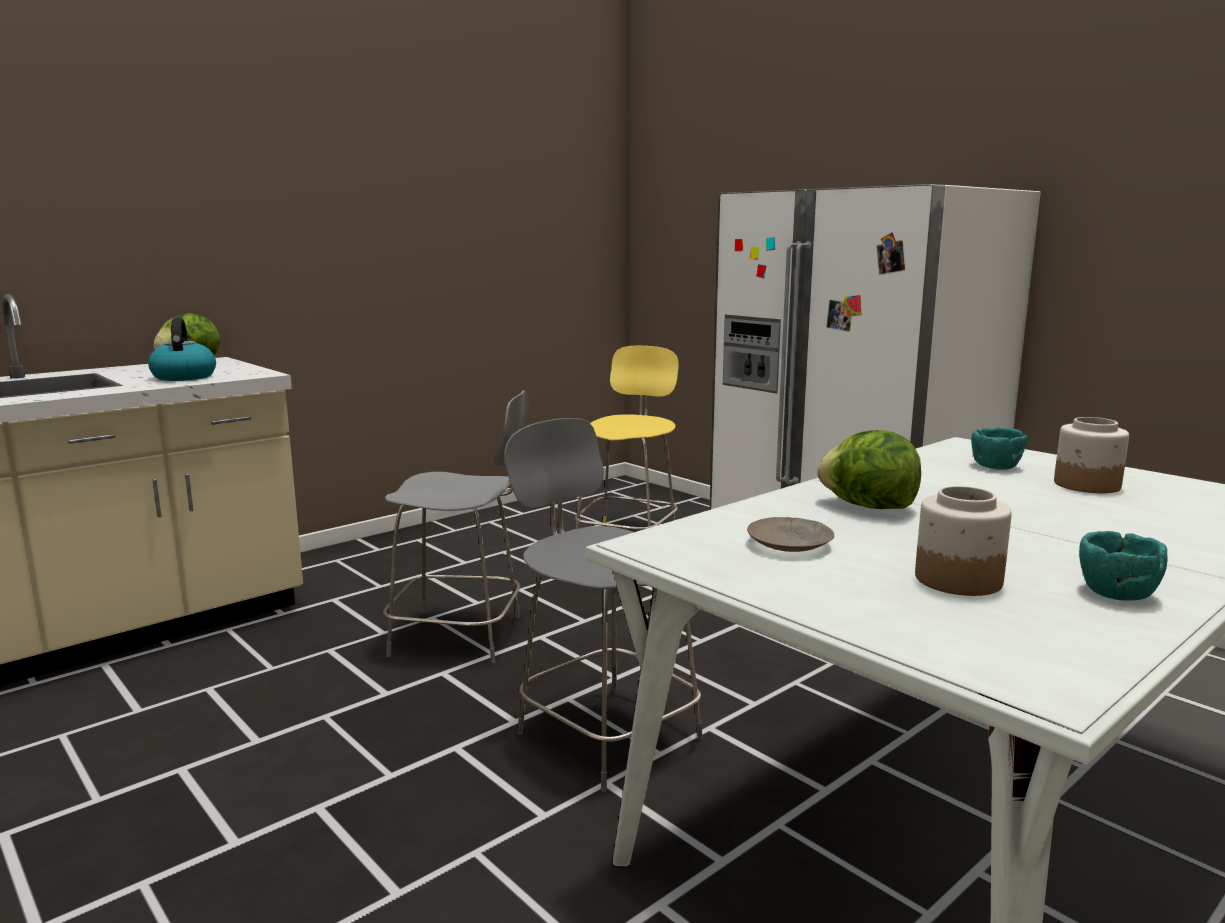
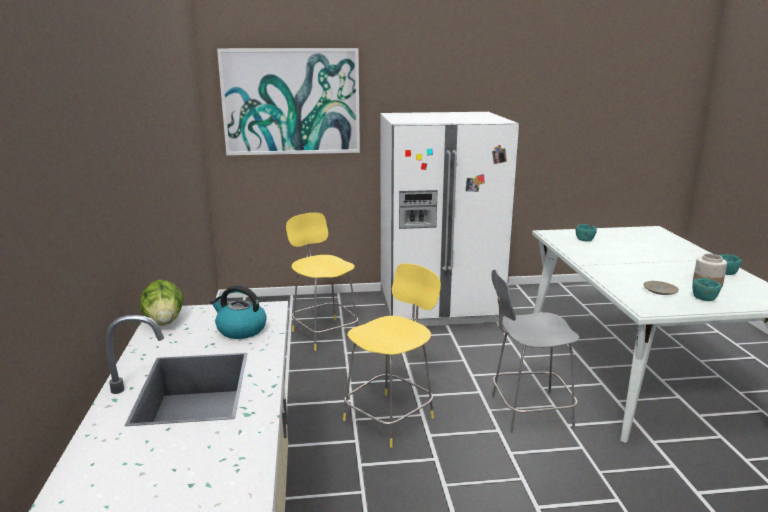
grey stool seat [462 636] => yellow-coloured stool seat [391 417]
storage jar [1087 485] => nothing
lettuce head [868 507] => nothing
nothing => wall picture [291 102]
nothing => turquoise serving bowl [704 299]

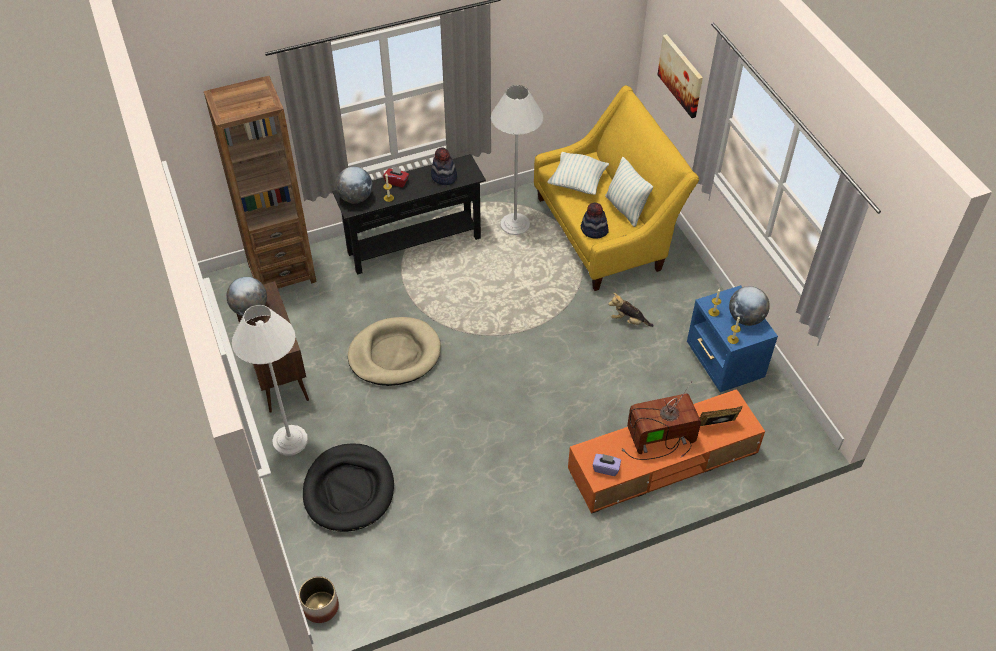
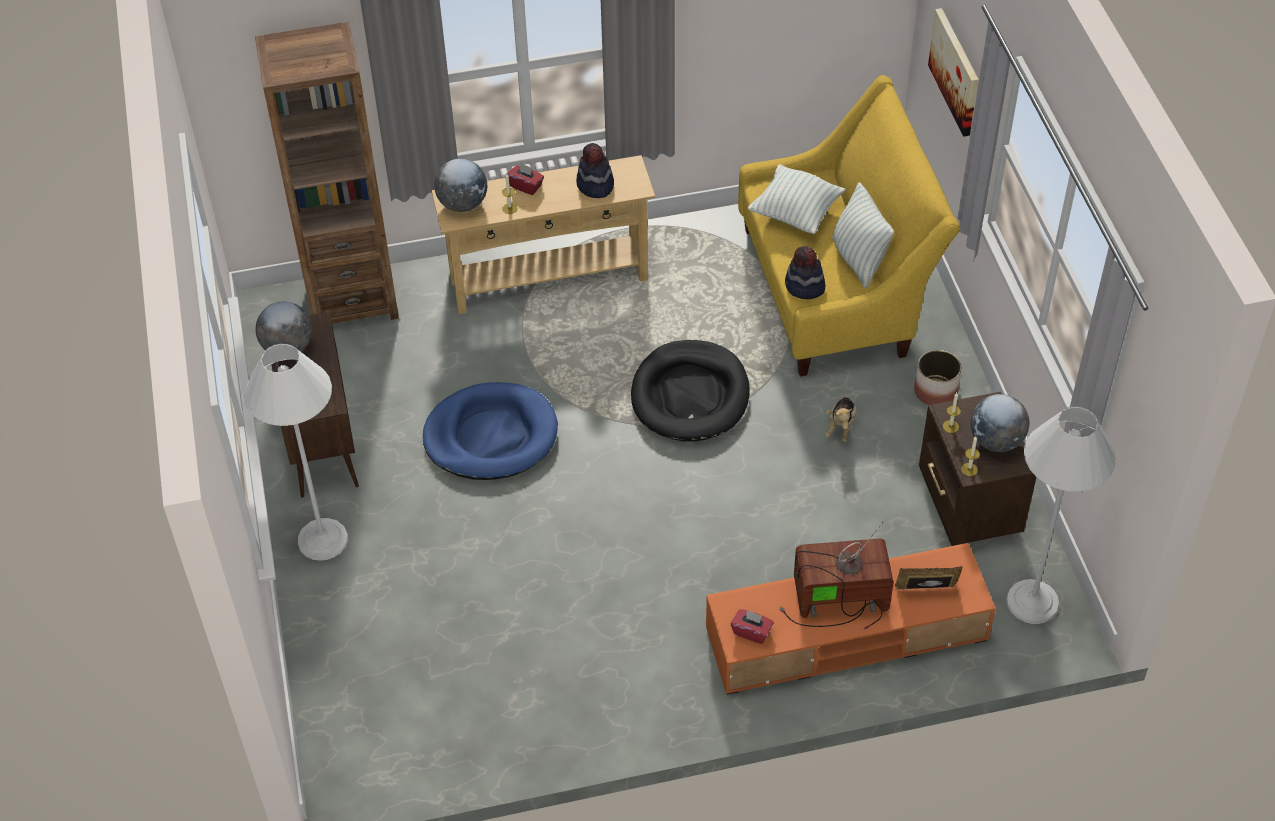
white floor lamp [515 225] => white floor lamp [1032 602], moved
black narrow table [414 245] => sand-coloured narrow table [549 279]
bluish night table [723 365] => brownish night table [968 506]
soft toy [628 321] => soft toy [841 426], 105 degrees counterclockwise
sand-coloured pet bed [394 354] => bluish pet bed [491 436]
black pet bed [349 490] => black pet bed [690 395], moved
purple box of tissues [606 468] => red-coloured box of tissues [751 632]
plant pot [321 607] => plant pot [936 391], moved

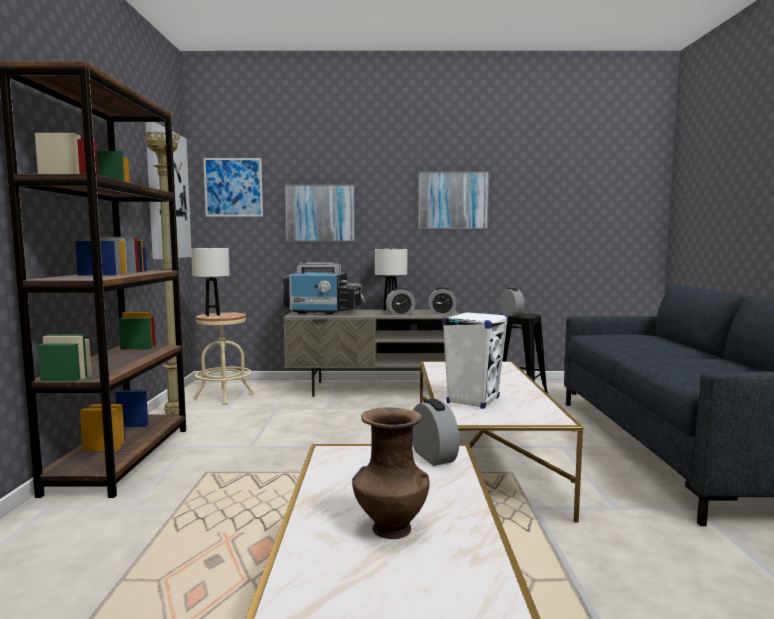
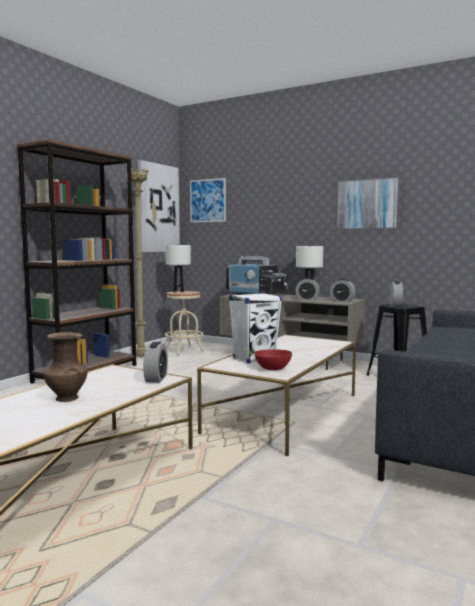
wall picture [320 213] => nothing
nothing => red-coloured serving bowl [273 369]

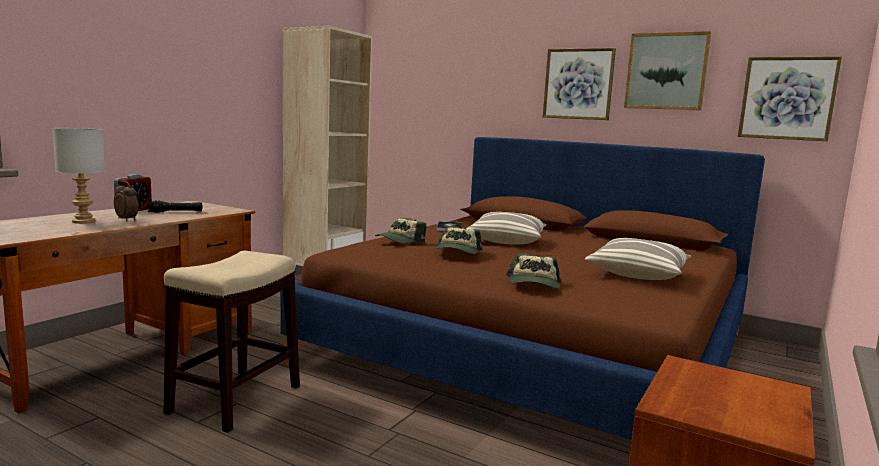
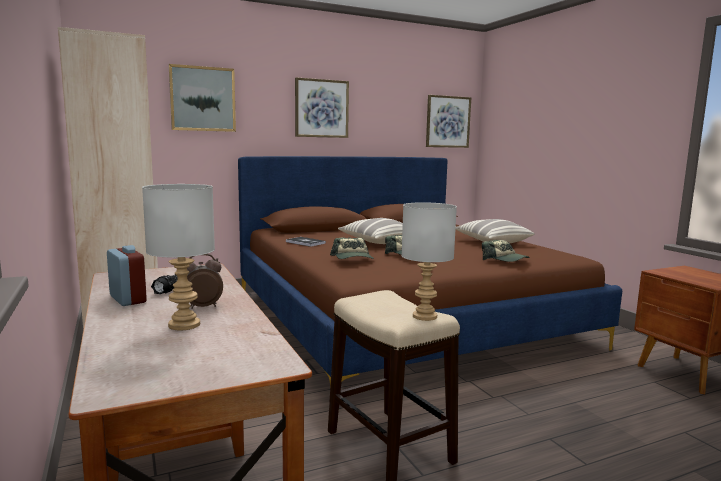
wall picture [666 71] => wall picture [202 99], moved
nothing => grey table lamp [425 317]

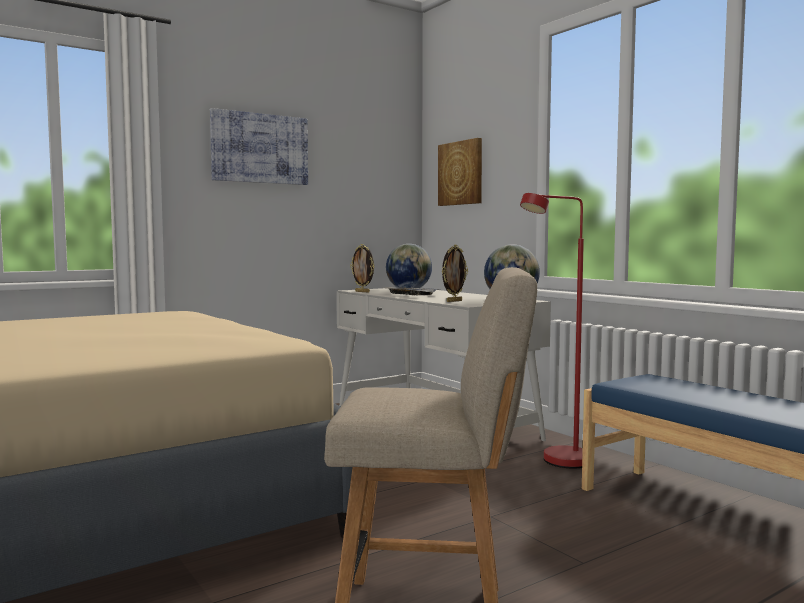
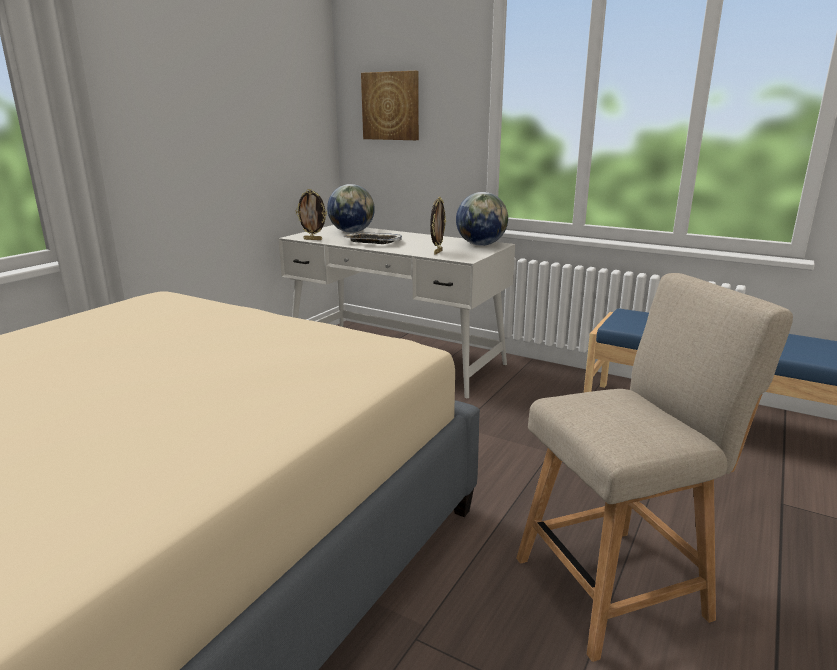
wall picture [260 148] => nothing
red-coloured floor lamp [557 463] => nothing

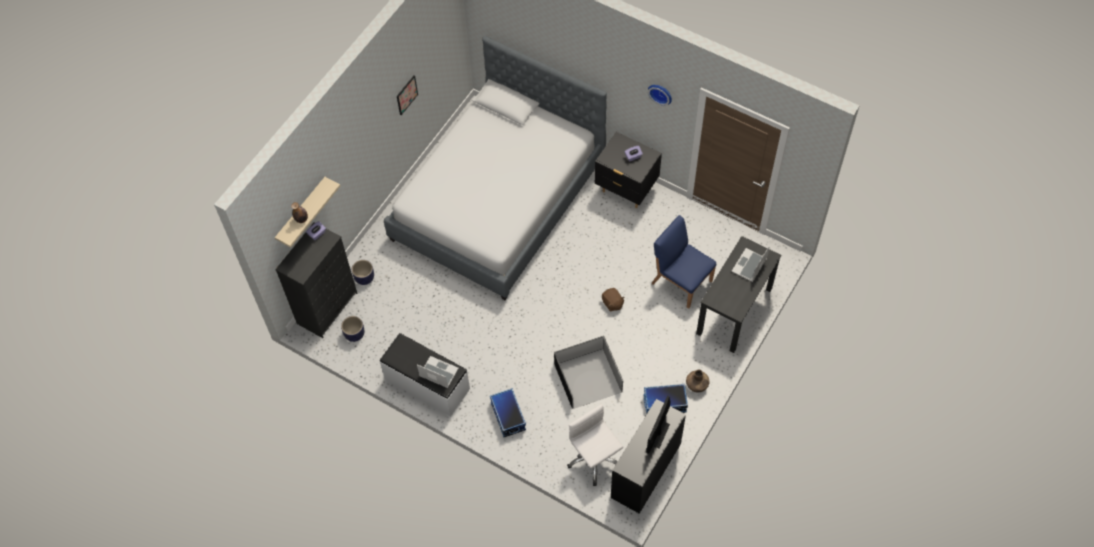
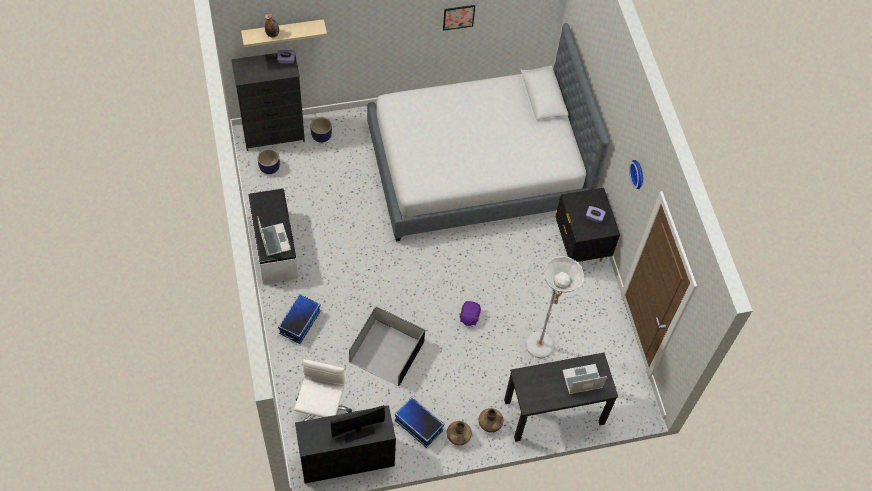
bluish chair [681 281] => white floor lamp [540 351]
brownish soft toy [612 303] => purple soft toy [469 317]
nothing => brownish decorative vase [490 424]

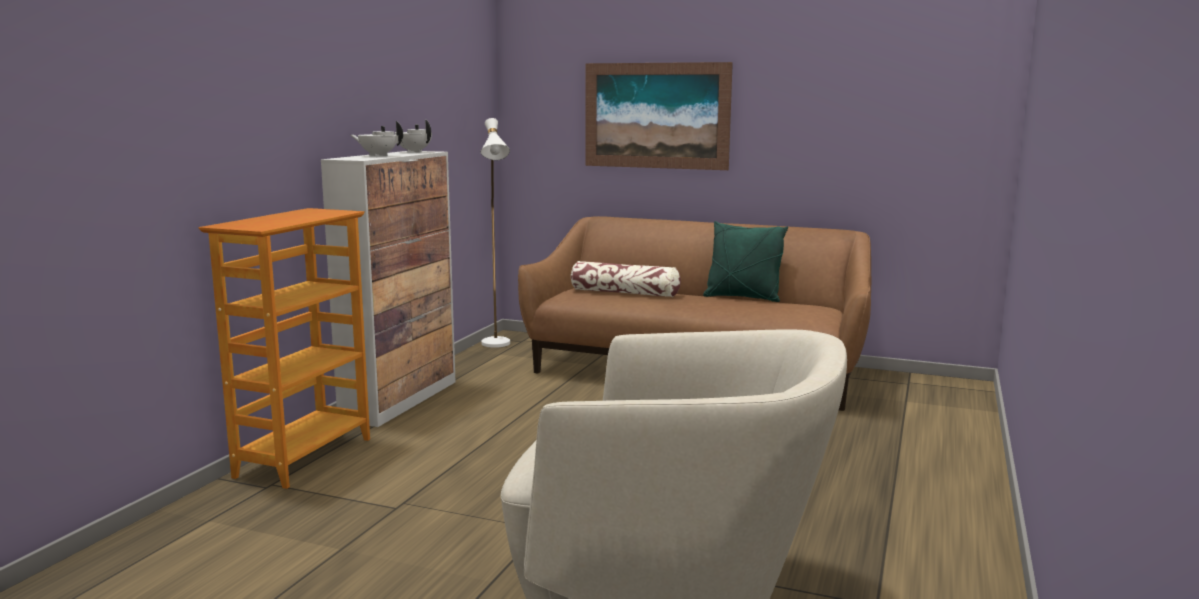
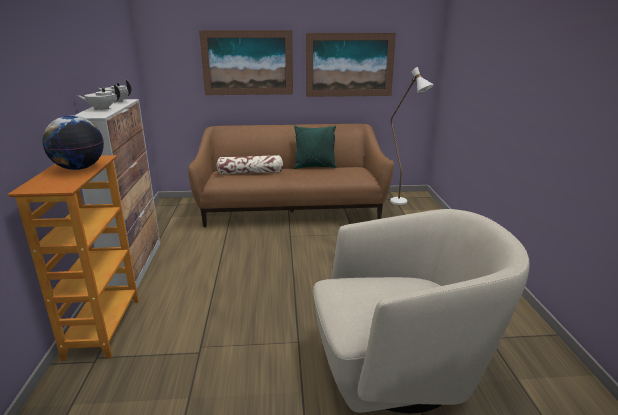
white floor lamp [497 346] => white floor lamp [403 203], moved
nothing => wall picture [349 65]
nothing => world globe [79 168]

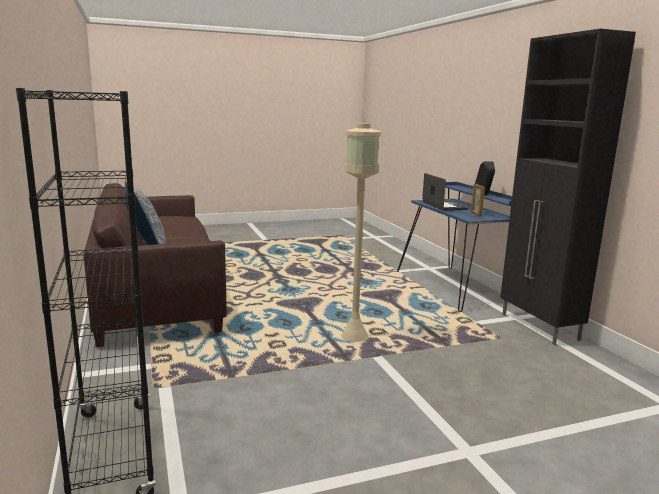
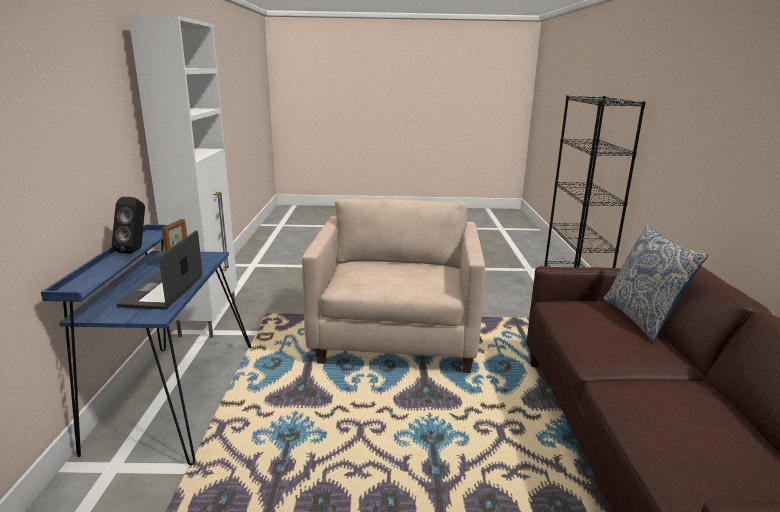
black storage cabinet [539 327] => white storage cabinet [209 318]
sand-coloured floor lamp [354 336] => sand-coloured easy chair [395 337]

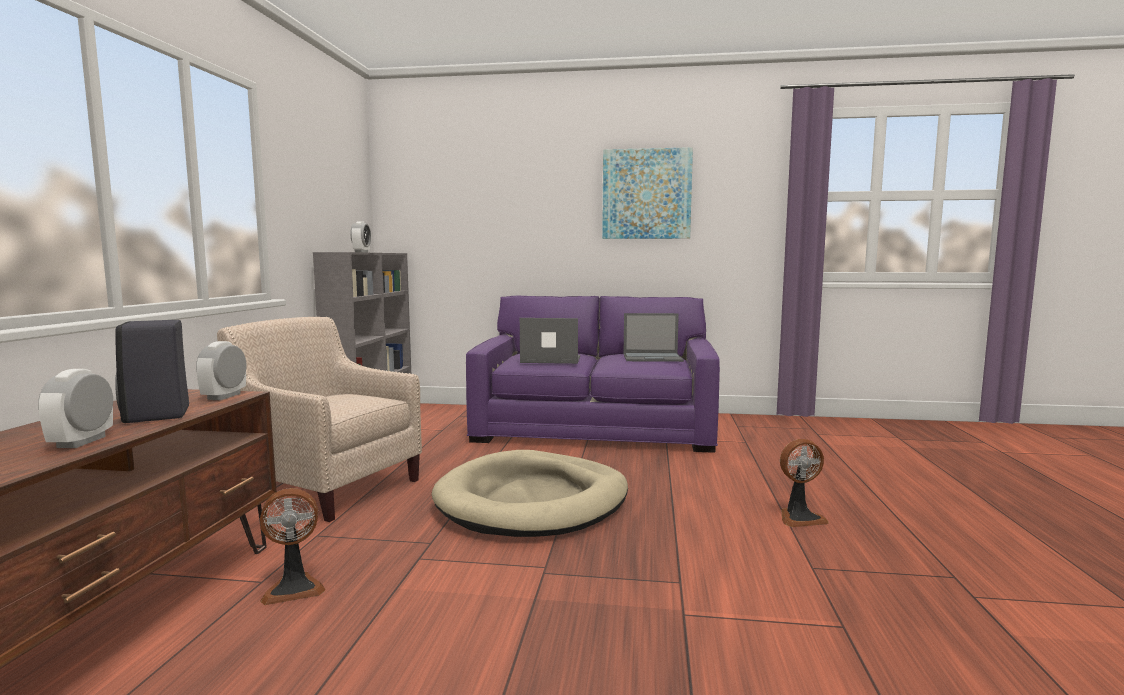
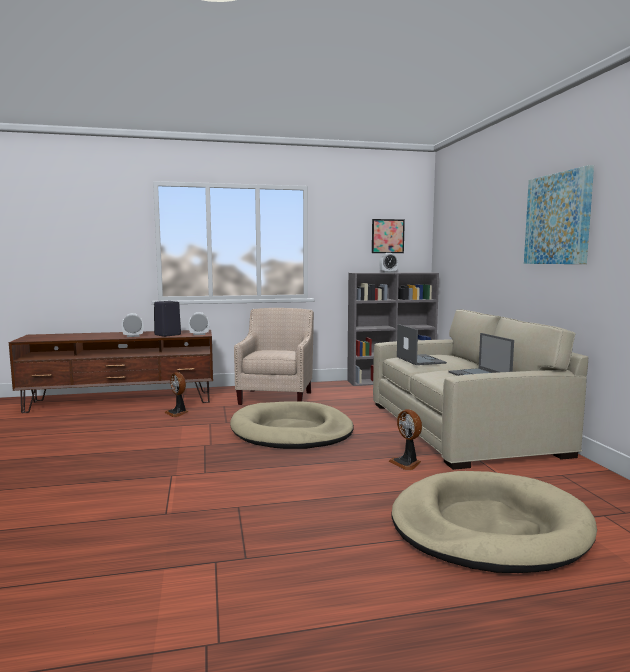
purple settee [596 427] => sand-coloured settee [462 427]
electric fan [799 518] => electric fan [407 463], moved
nothing => wall picture [387 236]
nothing => sand-coloured pet bed [488 527]

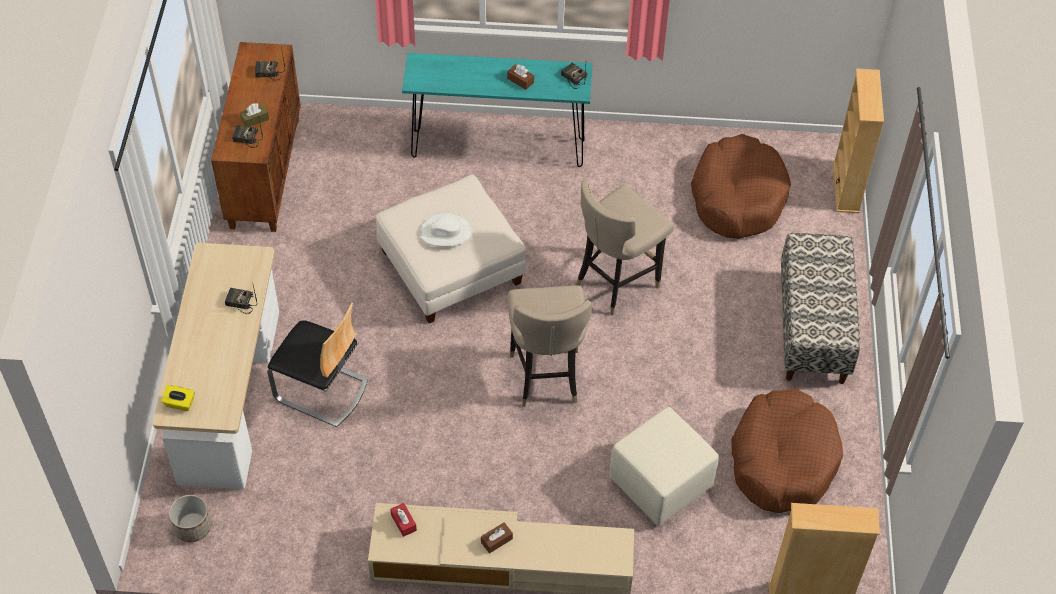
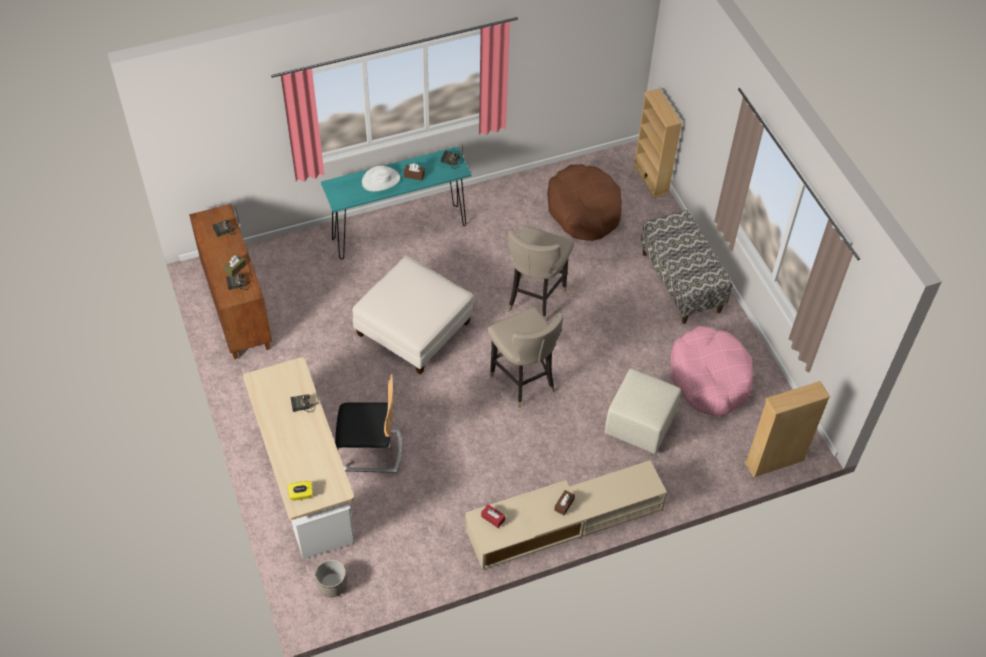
white wearable hat [446 232] => white wearable hat [381 180], moved
brownish pet bed [783 459] => pink pet bed [709 378]

